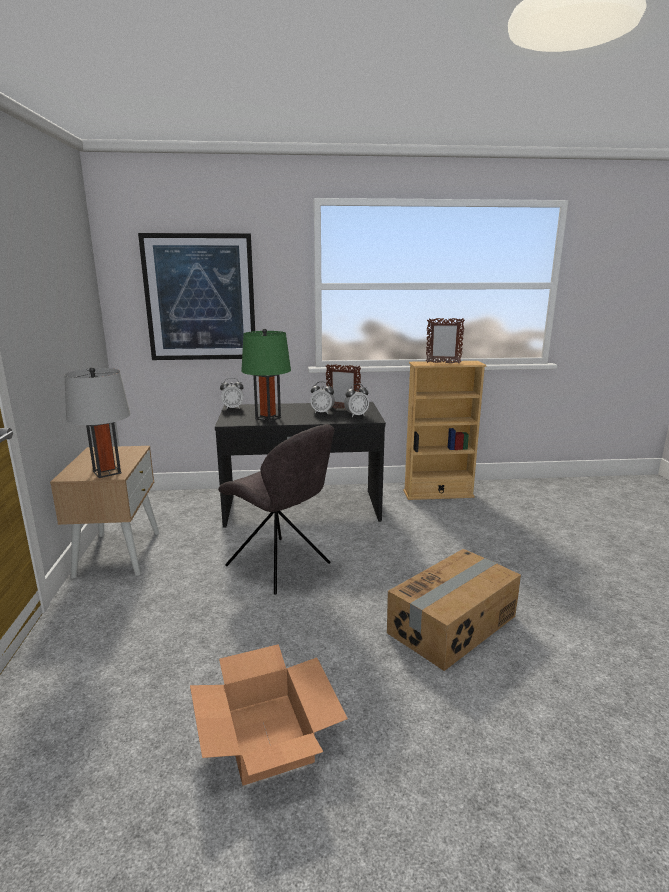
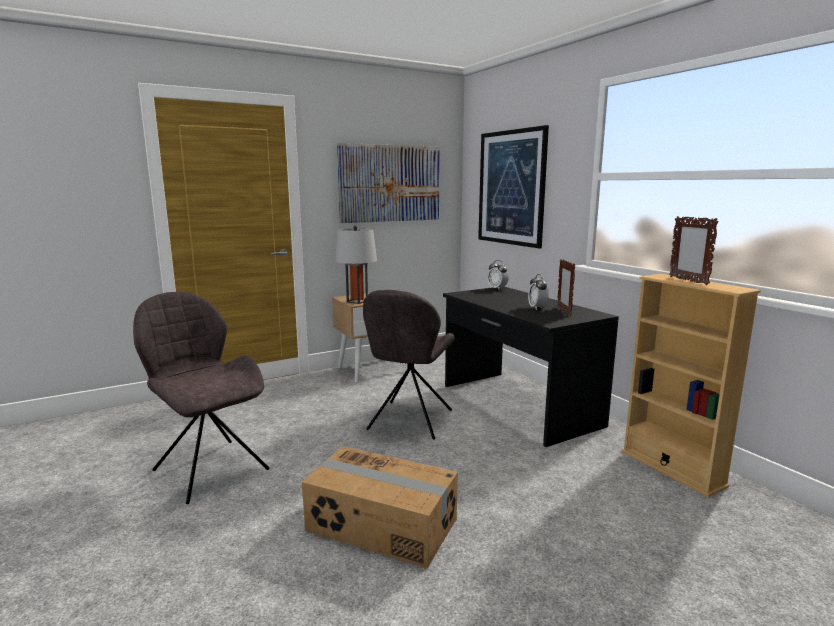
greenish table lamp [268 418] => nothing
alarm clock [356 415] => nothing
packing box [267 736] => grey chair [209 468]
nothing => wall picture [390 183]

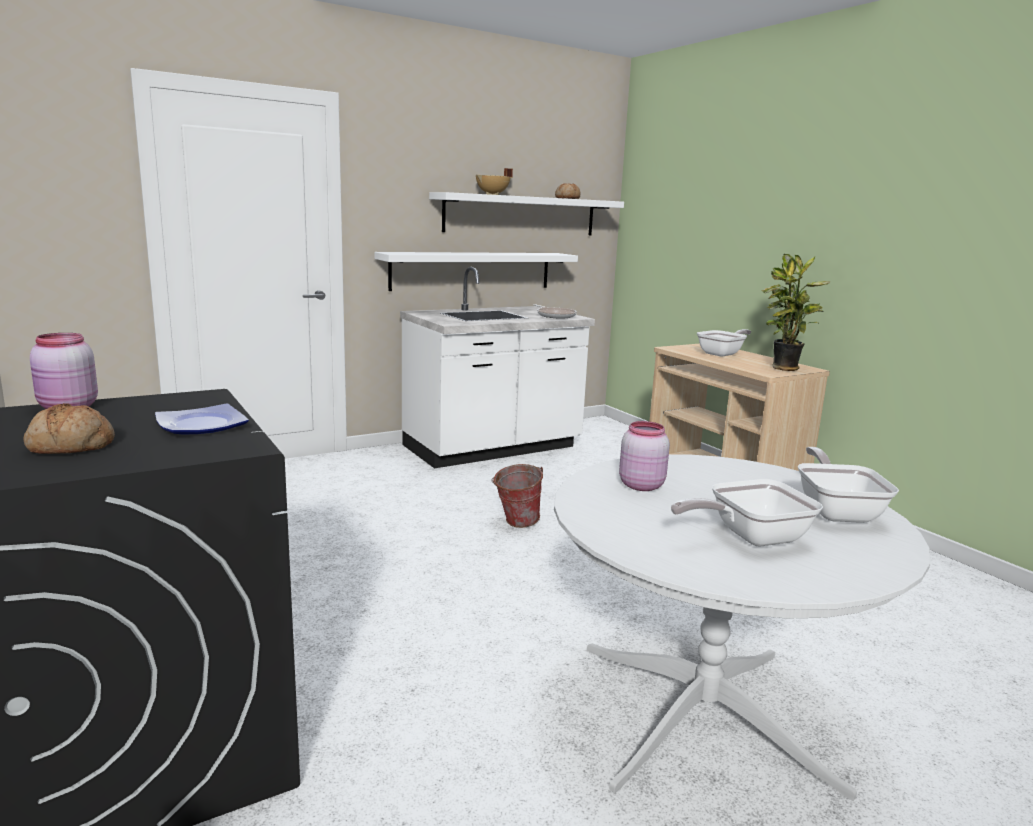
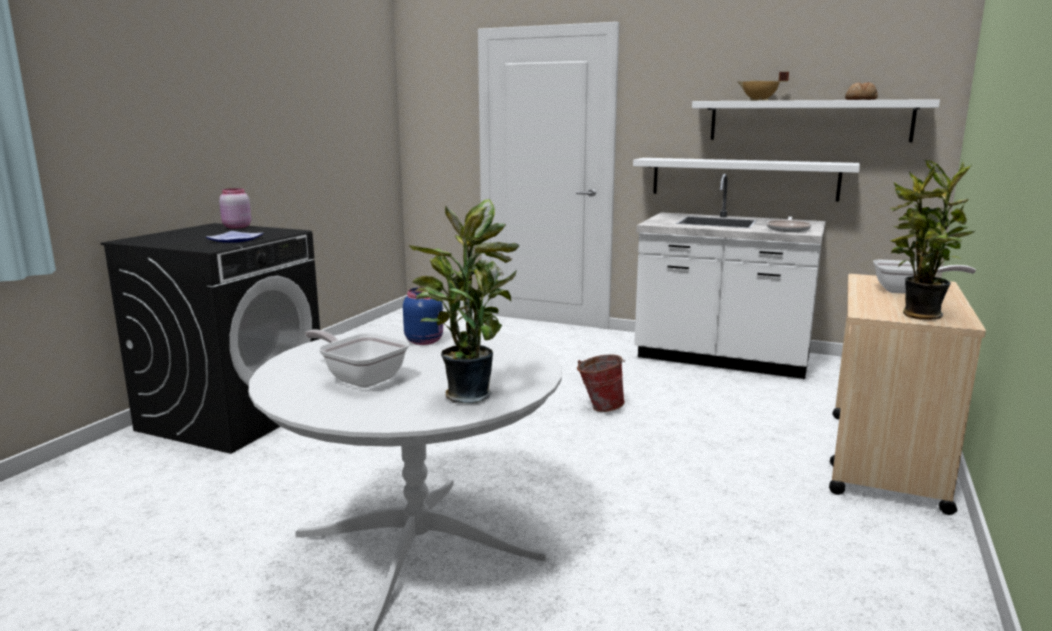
bread [70 447] => nothing
pink storage jar [640 485] => bluish storage jar [424 341]
pan [836 510] => potted plant [467 394]

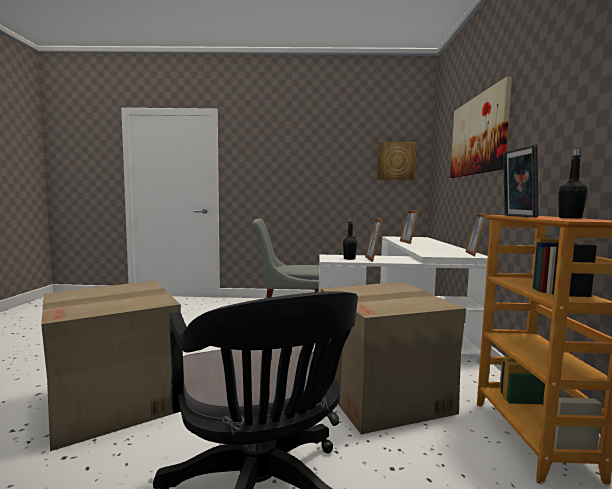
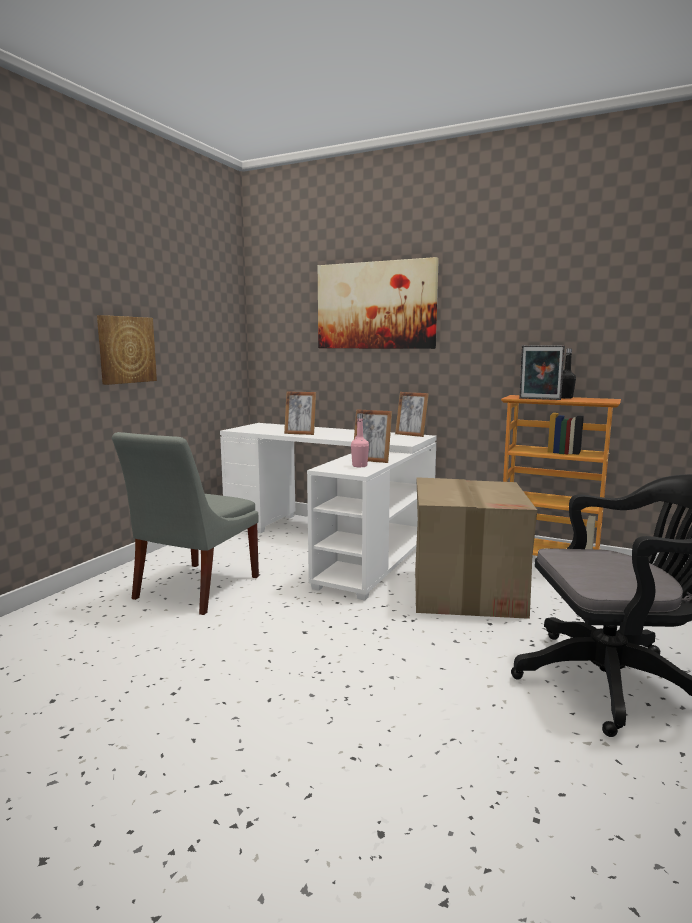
wall picture [396 161] => wall picture [126 350], moved
black beverage bottle [349 259] => pink beverage bottle [359 466]
packing box [115 401] => nothing

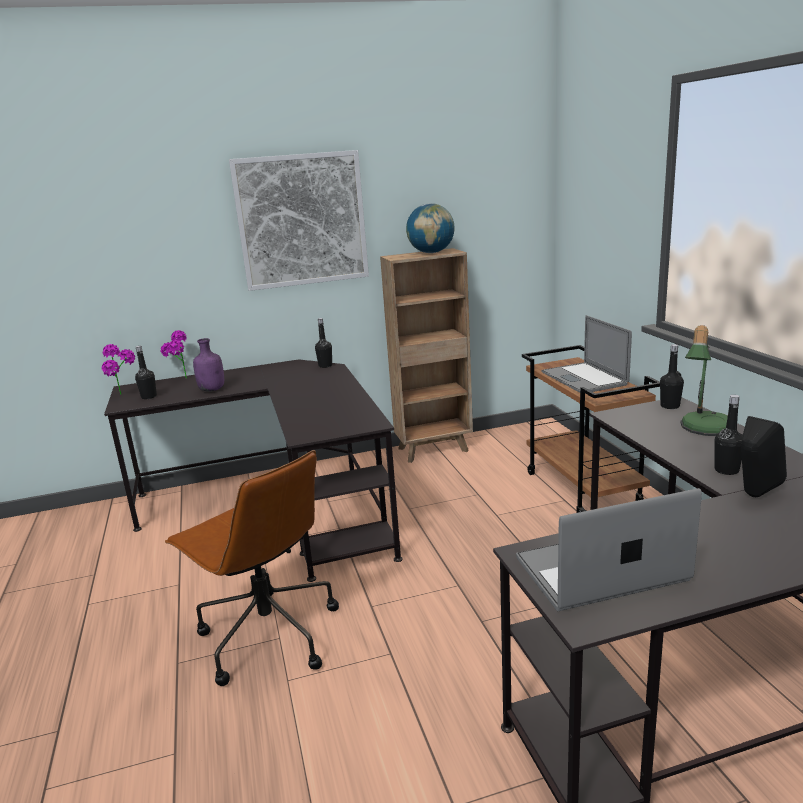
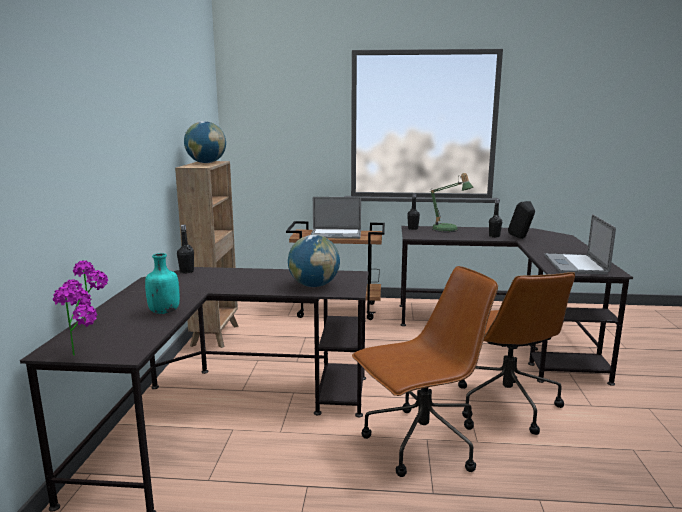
wall picture [301 220] => nothing
purple beverage bottle [212 389] => turquoise beverage bottle [164 311]
black beverage bottle [149 397] => nothing
nothing => world globe [314 285]
nothing => brownish office chair [504 403]

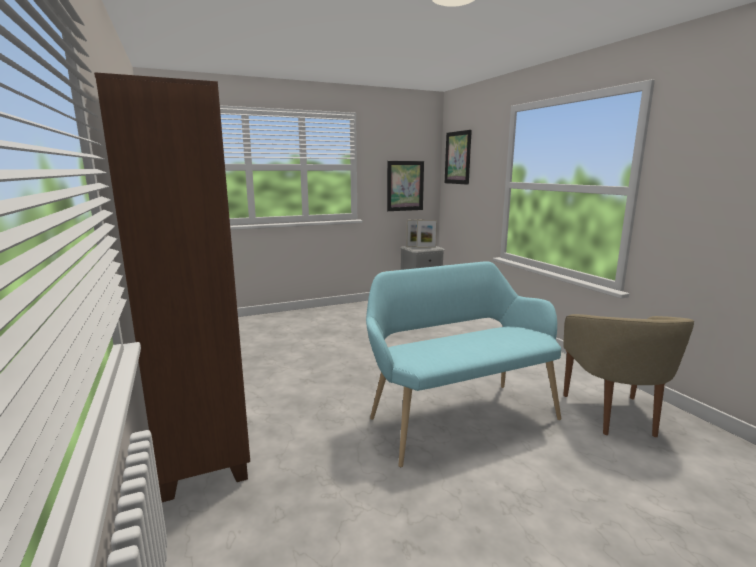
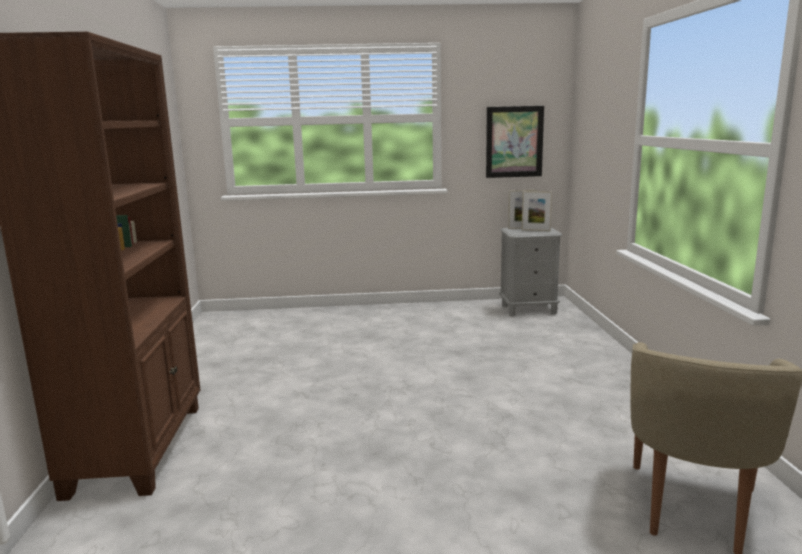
wall picture [457 157] => nothing
turquoise indoor bench [457 416] => nothing

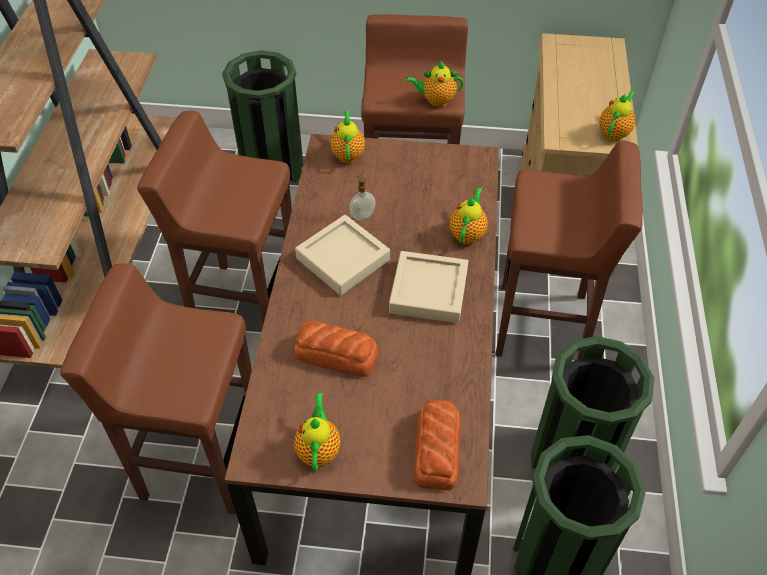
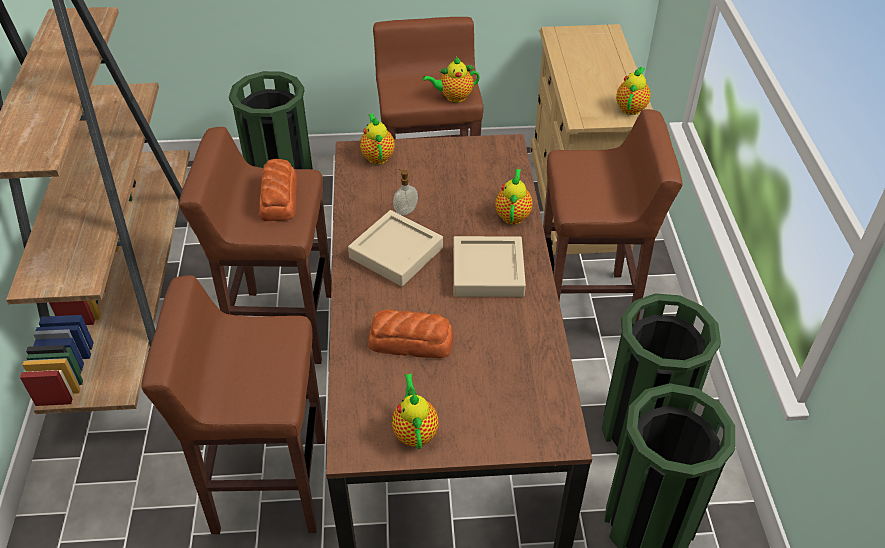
bread [437 448] => bread [279 197], moved

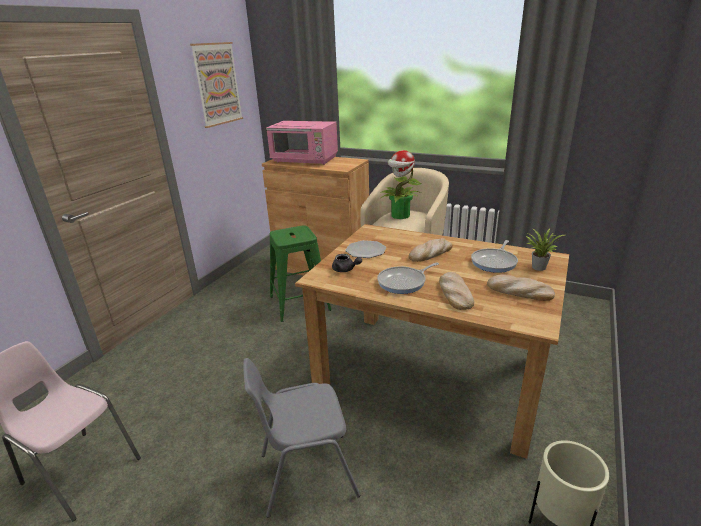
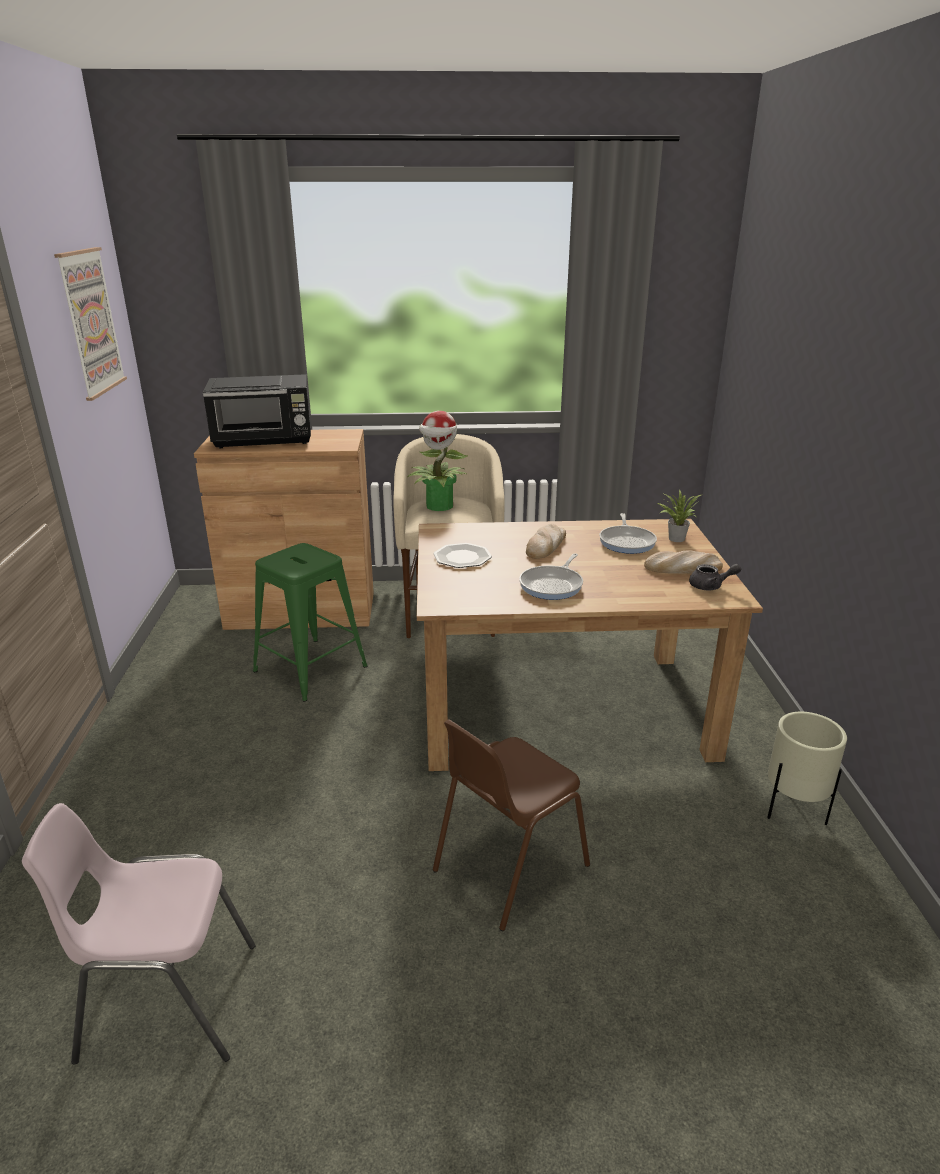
pink microwave [305 160] => black microwave [265 440]
grey tea pot [345 270] => grey tea pot [710 586], moved
bread [454 293] => nothing
grey chair [306 473] => brownish chair [508 867]

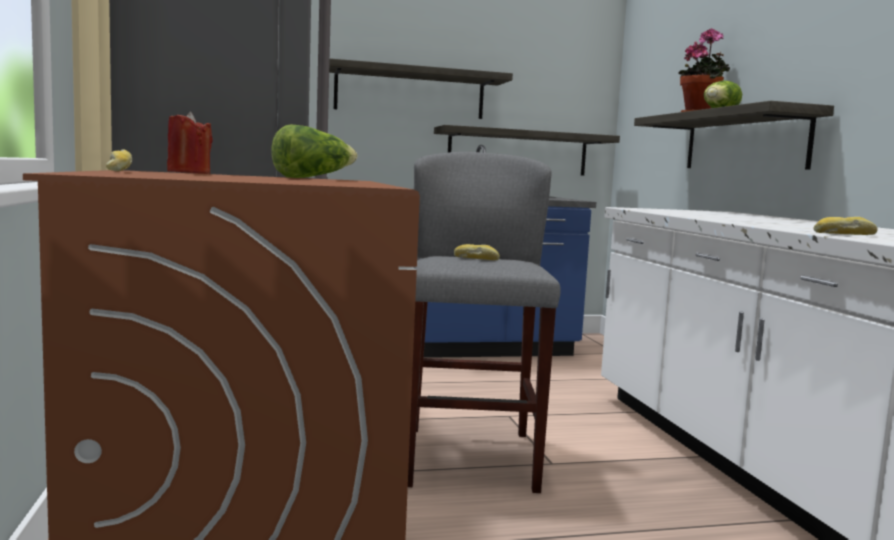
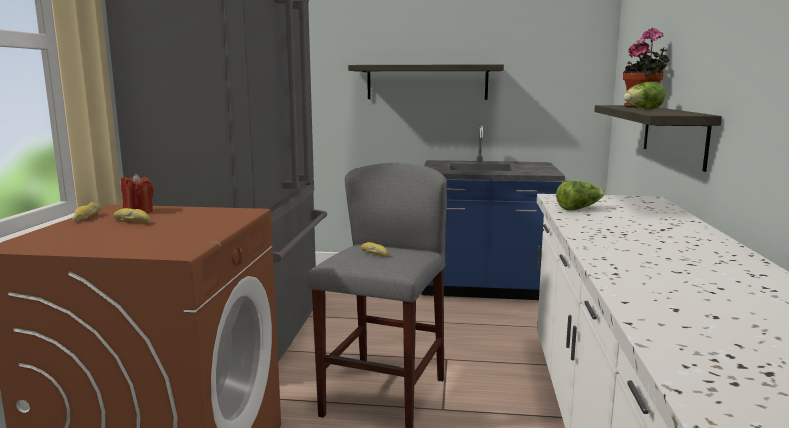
lettuce head [312 178] => lettuce head [578 208], moved
wall shelf [517 152] => nothing
bread [843 234] => bread [133 221], moved

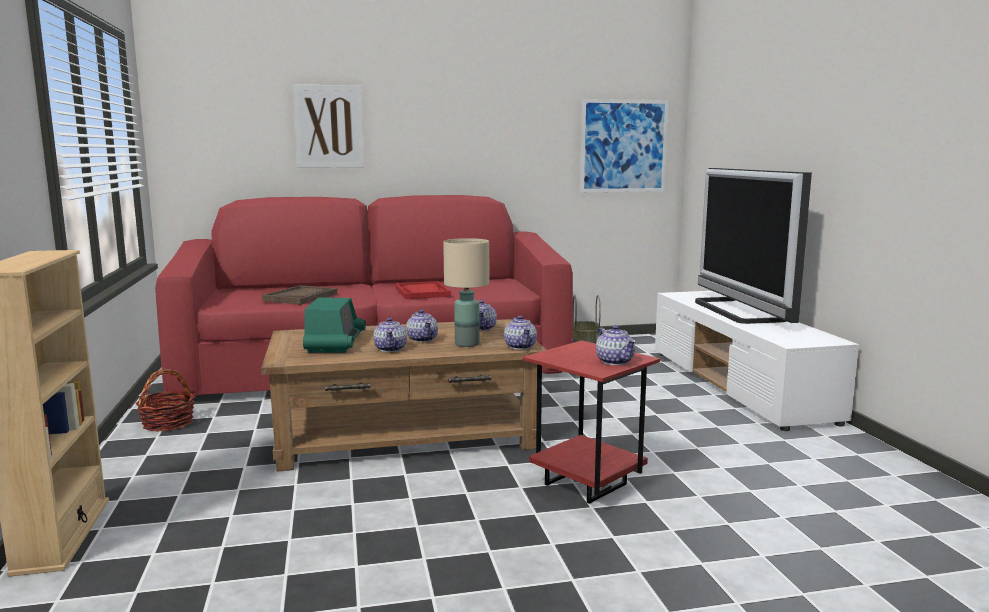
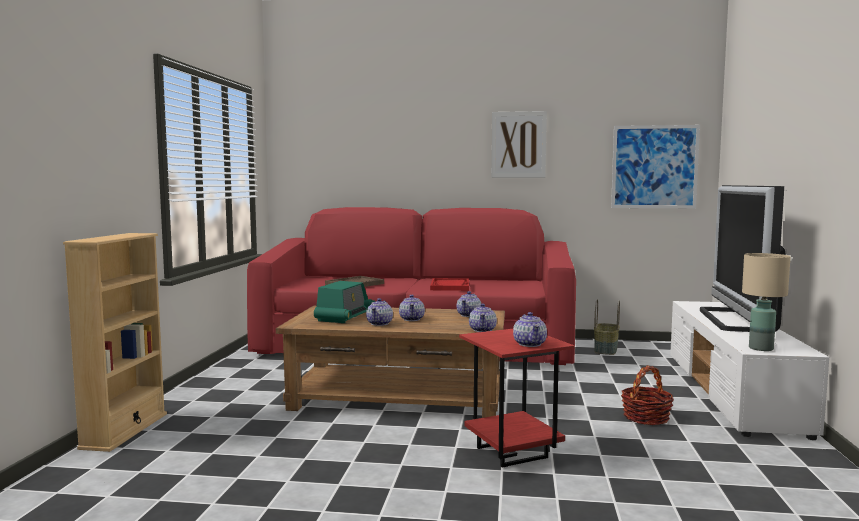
wall picture [329 126] => wall picture [518 144], moved
sand-coloured table lamp [466 344] => sand-coloured table lamp [760 348], moved
storage basket [168 423] => storage basket [646 417], moved

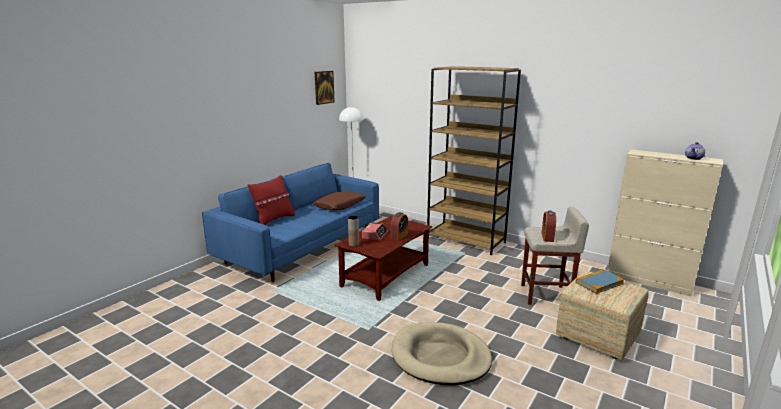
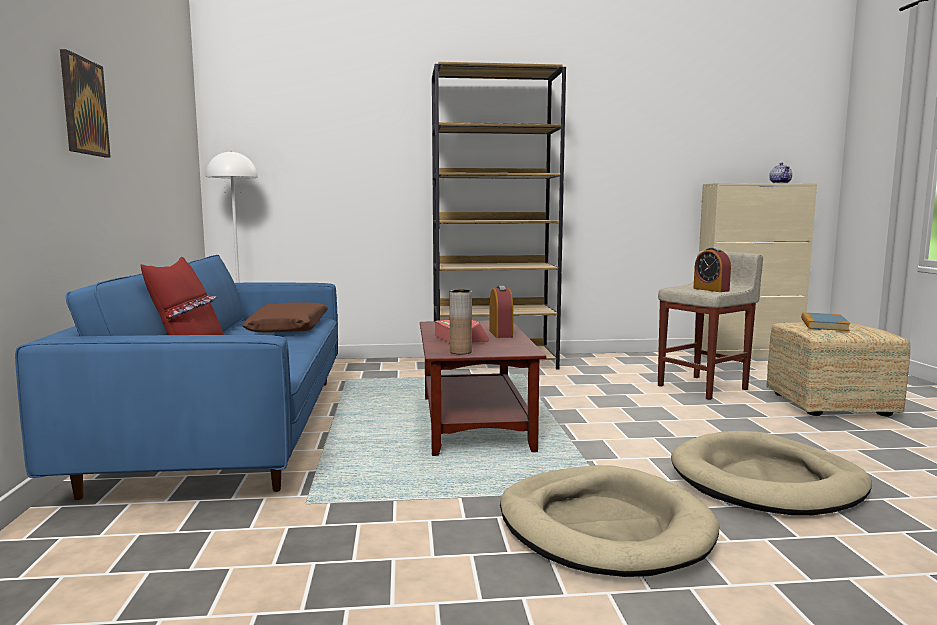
wall picture [324 87] => wall picture [83 106], moved
nothing => sand-coloured pet bed [603 527]

